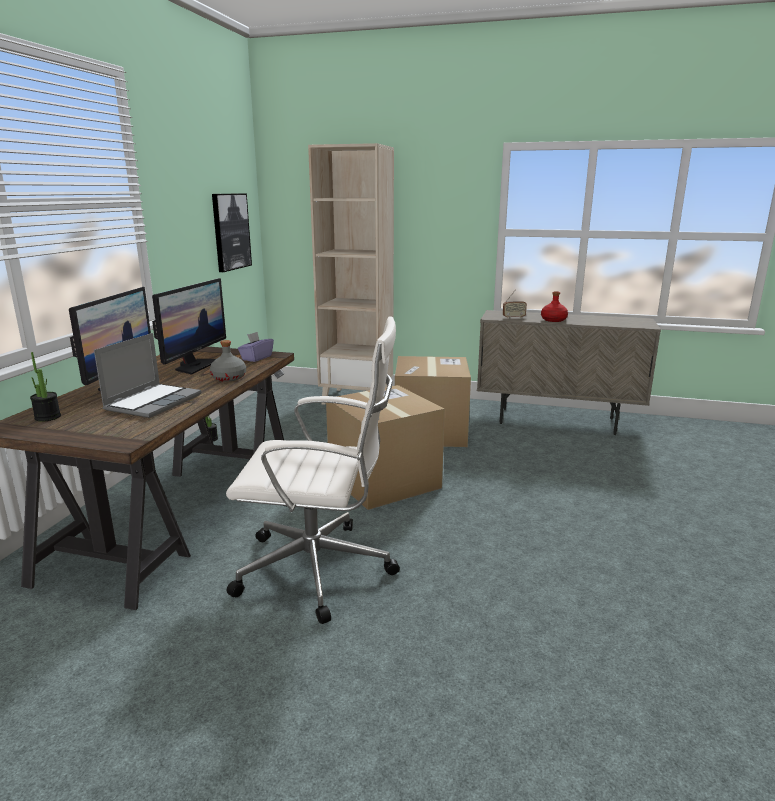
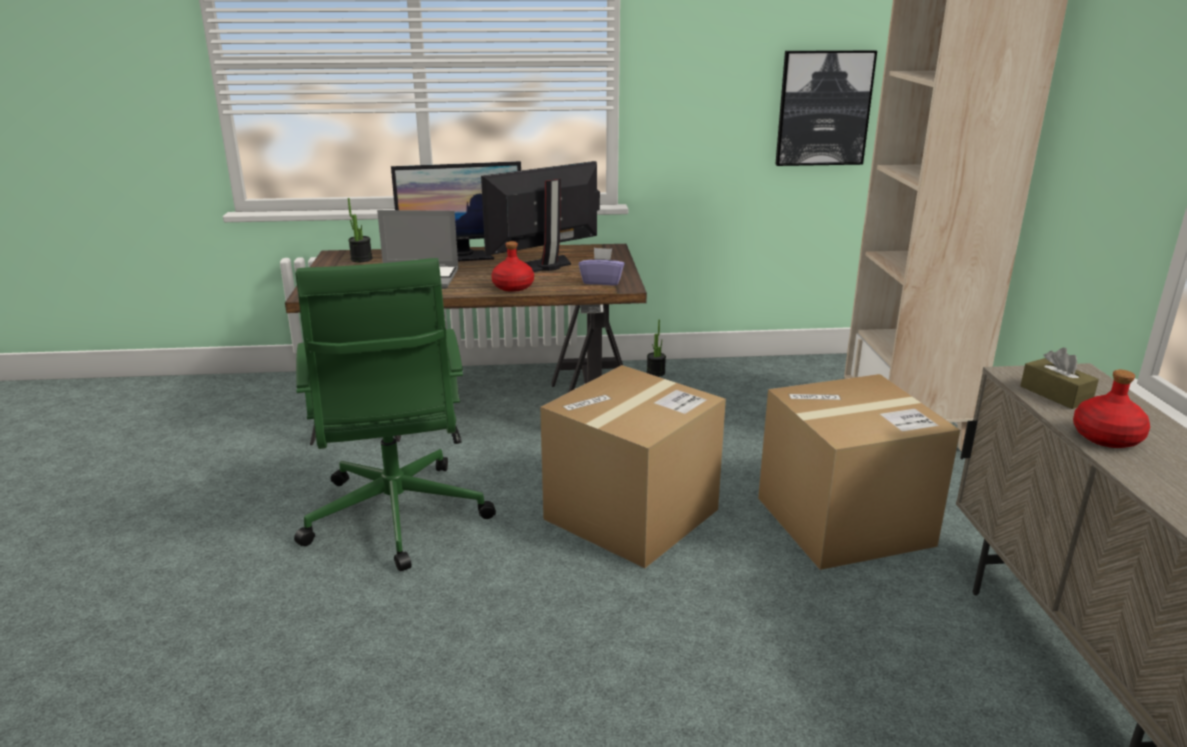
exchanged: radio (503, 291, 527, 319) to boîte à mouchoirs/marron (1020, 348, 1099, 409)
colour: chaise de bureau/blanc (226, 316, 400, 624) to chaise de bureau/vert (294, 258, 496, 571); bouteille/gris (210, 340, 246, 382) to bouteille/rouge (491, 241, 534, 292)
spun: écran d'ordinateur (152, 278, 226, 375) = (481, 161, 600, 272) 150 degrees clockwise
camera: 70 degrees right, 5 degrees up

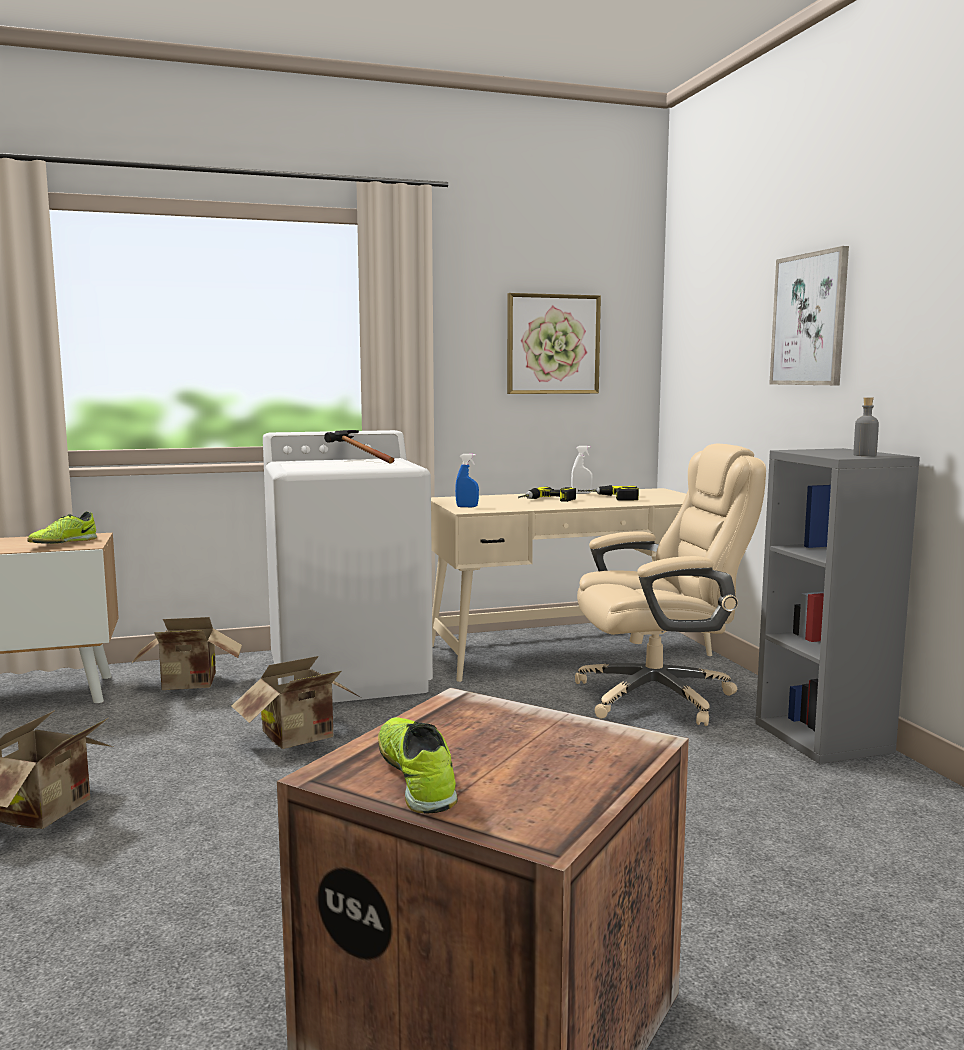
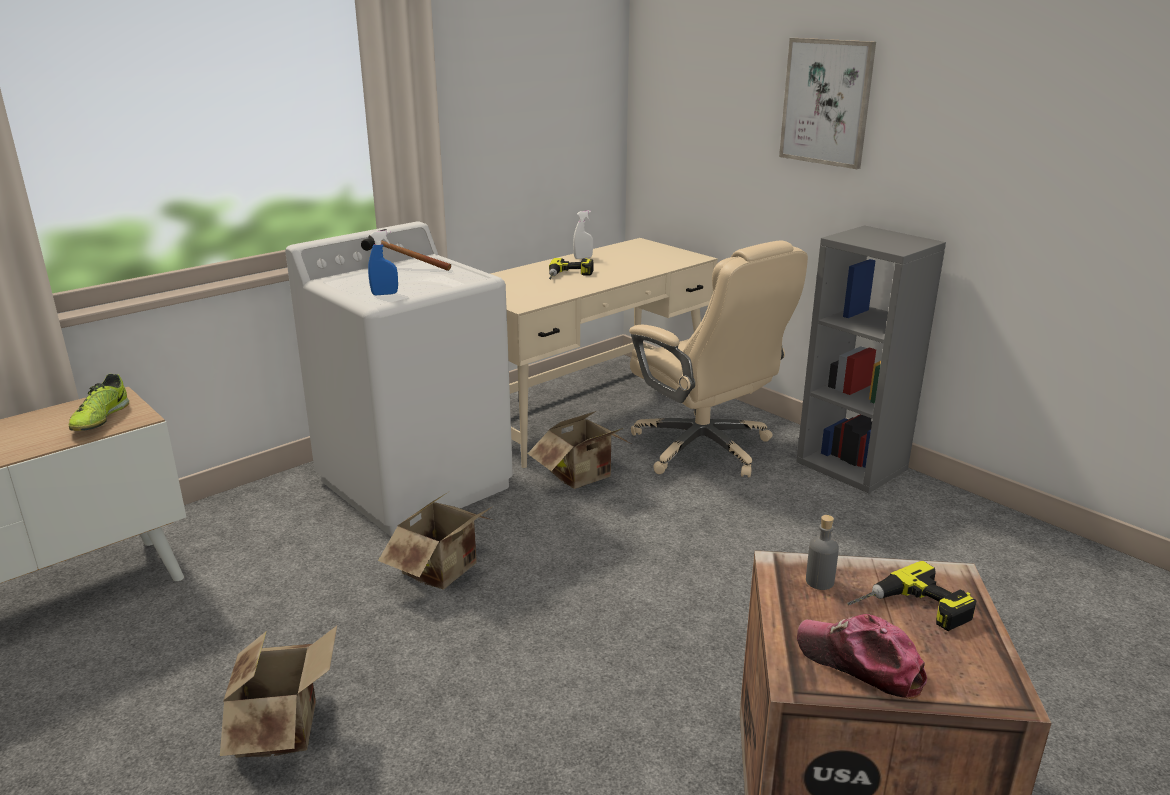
missing: tableau (507, 293, 601, 394)
relocated: vaporisateur/bleu (455, 454, 479, 507) to (368, 230, 398, 295); carton (131, 617, 242, 690) to (527, 411, 633, 489); bouteille/gris (854, 397, 879, 456) to (806, 515, 839, 590); perceuse (578, 485, 639, 501) to (847, 561, 977, 631)
exchanged: chaussure (378, 717, 457, 814) to casquette (797, 614, 927, 699)
spun: chaise de bureau/beige (575, 444, 766, 726) = (629, 240, 808, 477) 90 degrees clockwise
camera: 25 degrees left, 15 degrees up

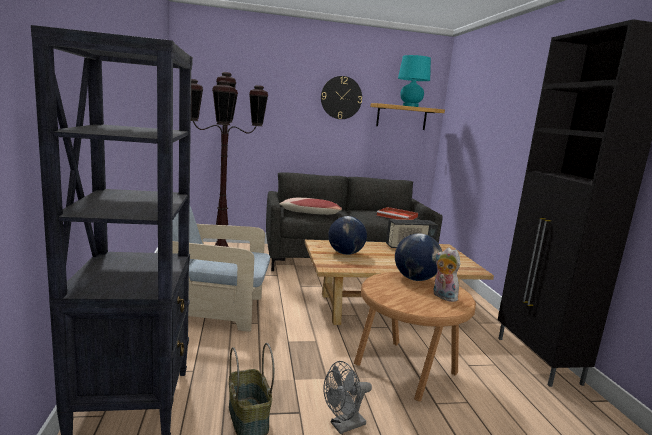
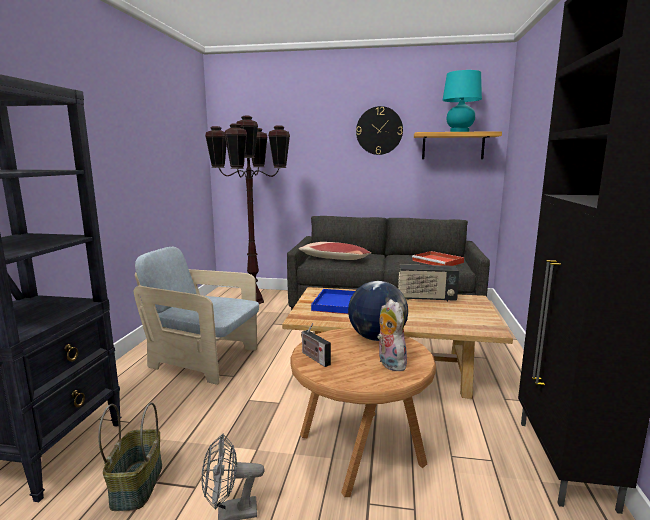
appeared: radio (301, 323, 331, 367)
exchanged: globe (328, 216, 367, 255) to plateau/bleu (311, 289, 355, 314)
camera: 20 degrees right, 0 degrees up

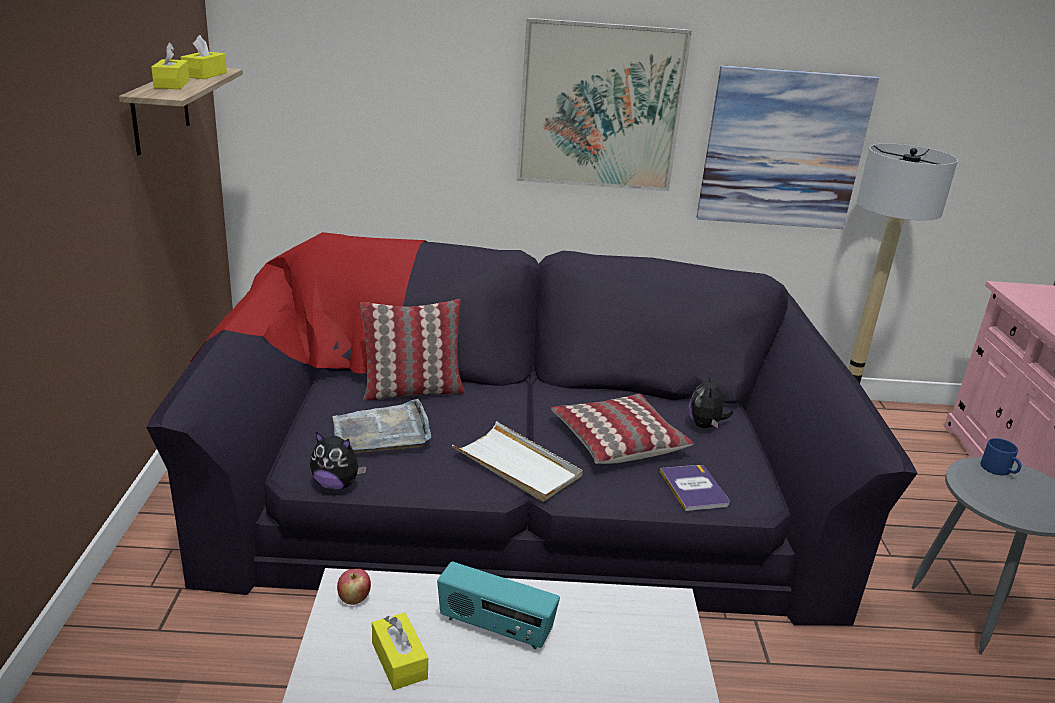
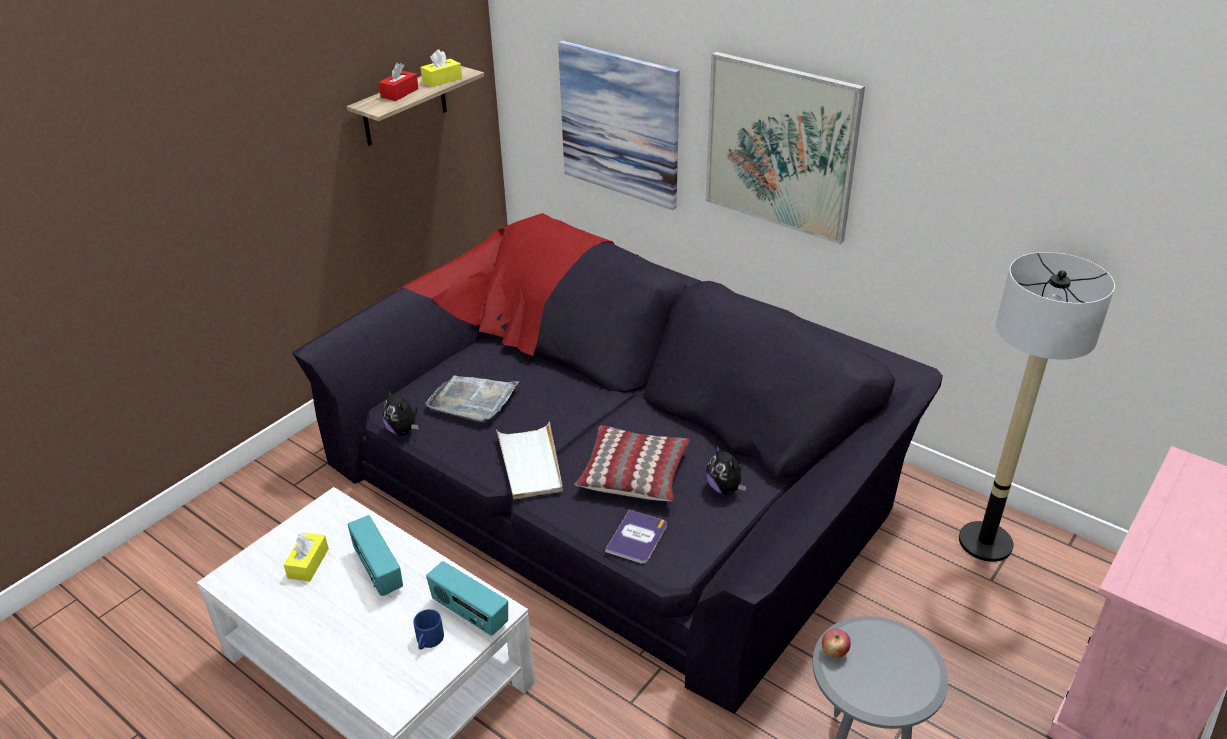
missing: coussin (360, 299, 464, 401)
appeared: radio (426, 561, 508, 636)
relocated: mug/bleu (980, 438, 1021, 475) to (413, 609, 444, 650); tableau (697, 65, 879, 229) to (558, 41, 680, 210); pomme (337, 569, 371, 605) to (822, 629, 851, 658)
colour: boîte à mouchoirs/jaune (151, 42, 190, 89) to boîte à mouchoirs/rouge (378, 63, 419, 101)
spun: peluche (689, 374, 733, 428) = (706, 444, 746, 495) 75 degrees counterclockwise
camera: 40 degrees right, 10 degrees up

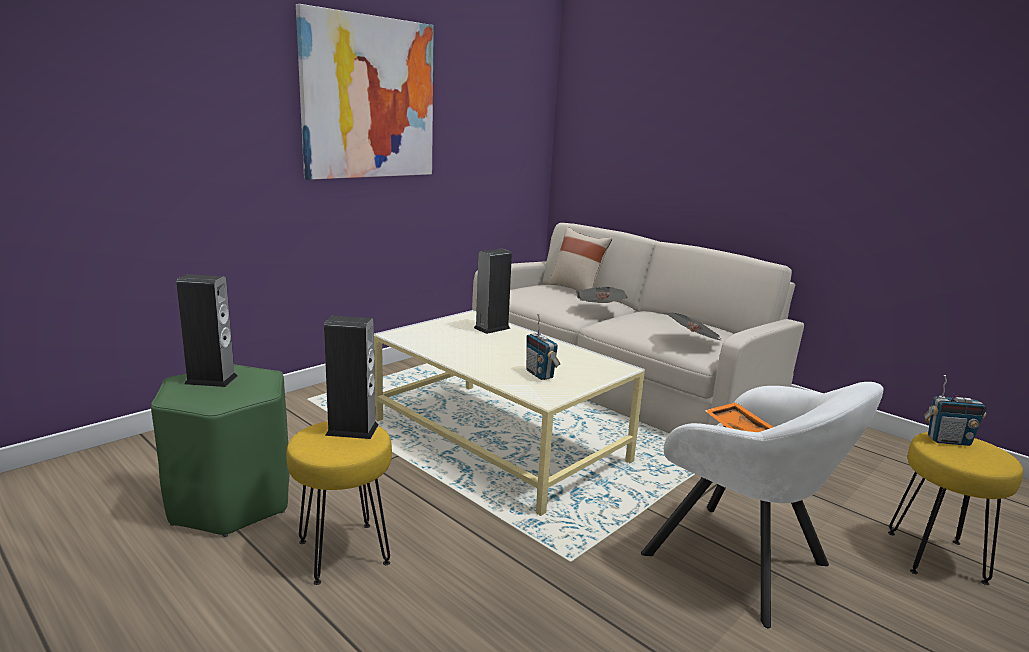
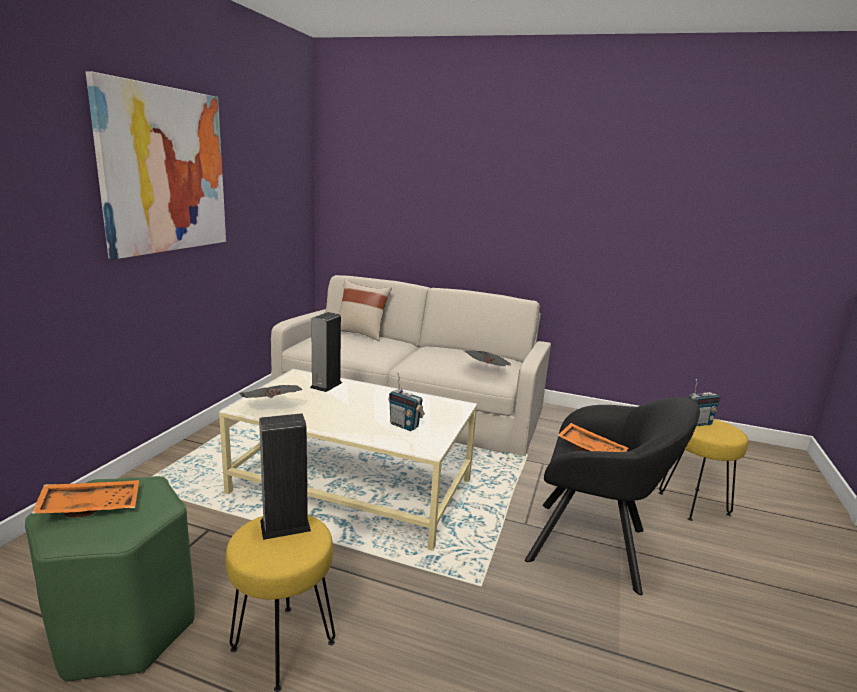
relocated: journal (576, 287, 628, 303) to (240, 385, 303, 398)
exchanged: enceinte (176, 274, 238, 387) to plateau/orange (32, 480, 139, 517)
colour: fauteuil/blanc (641, 382, 884, 629) to fauteuil/noir (525, 397, 700, 595)
camera: 25 degrees left, 0 degrees up

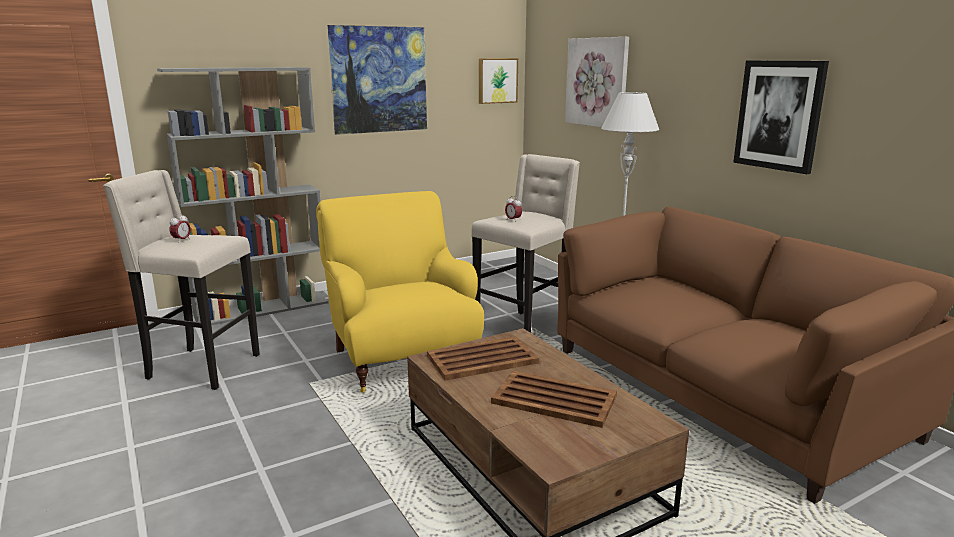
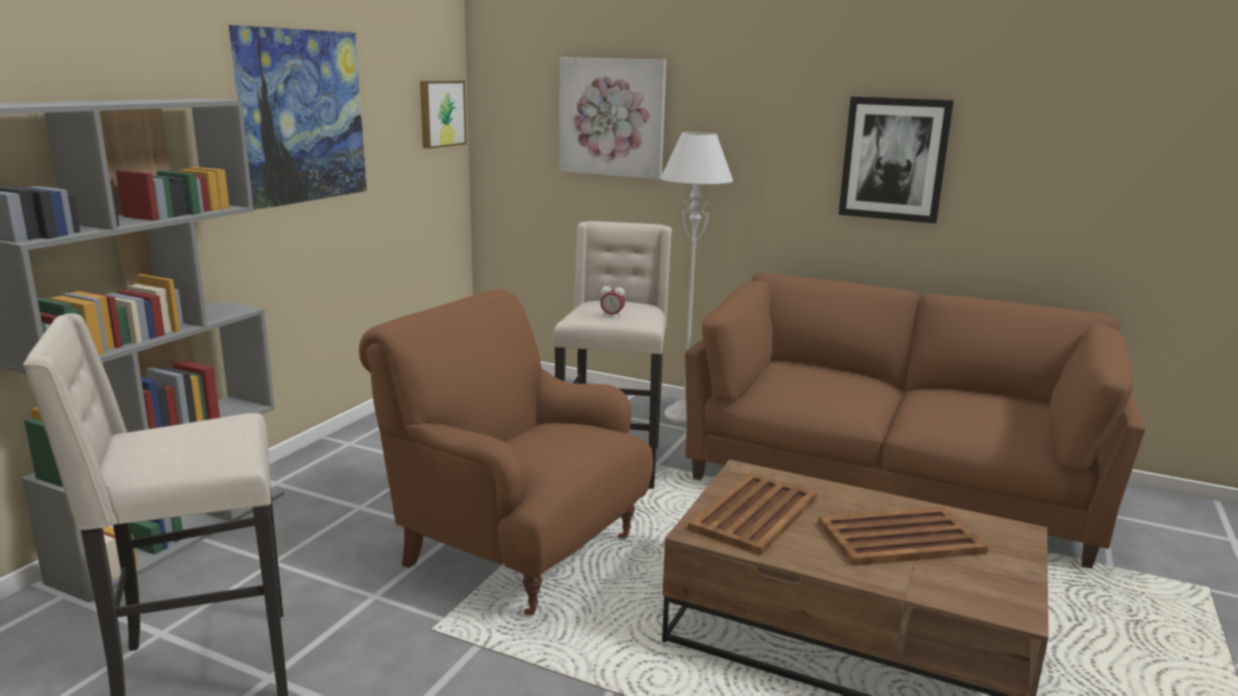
missing: réveil (170, 213, 191, 243)
colour: fauteuil/jaune (316, 191, 484, 393) to fauteuil/marron (359, 289, 653, 615)
camera: 35 degrees left, 0 degrees up

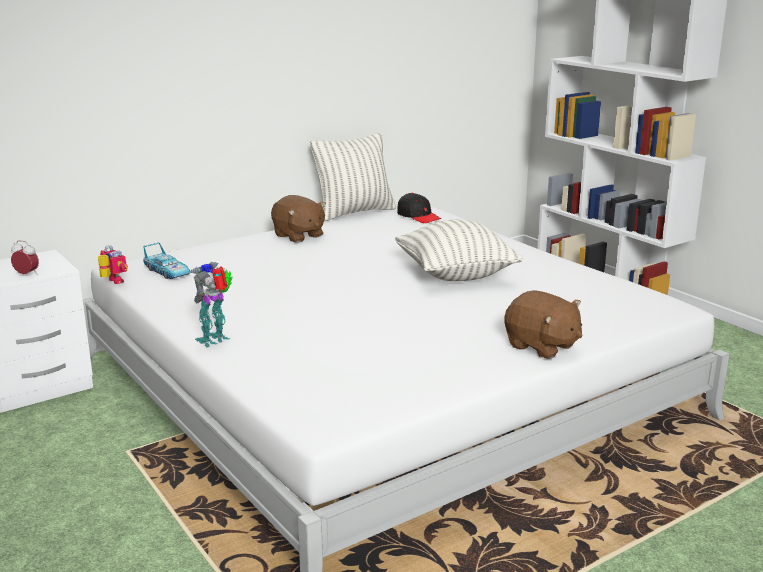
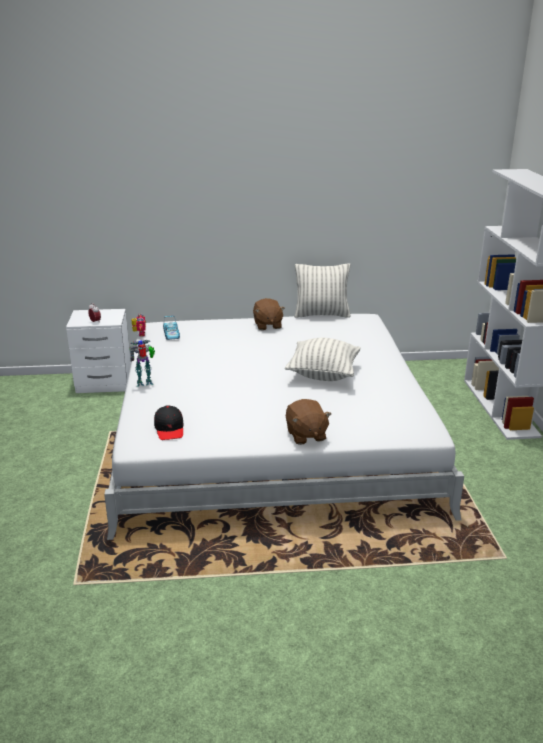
relocated: casquette/noir (397, 193, 441, 223) to (154, 405, 184, 440)
camera: 30 degrees right, 5 degrees up

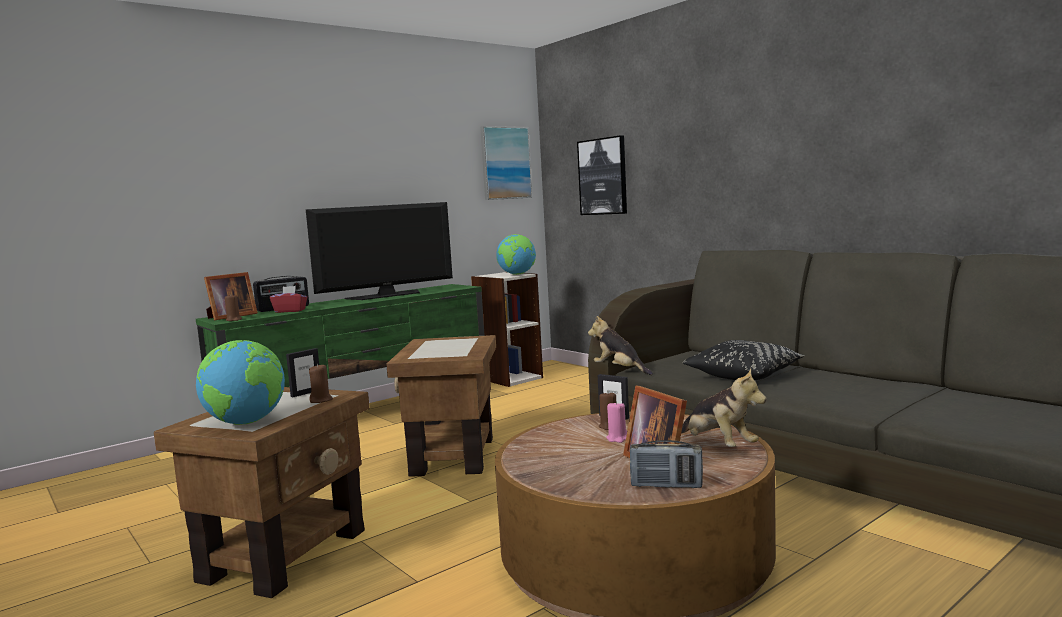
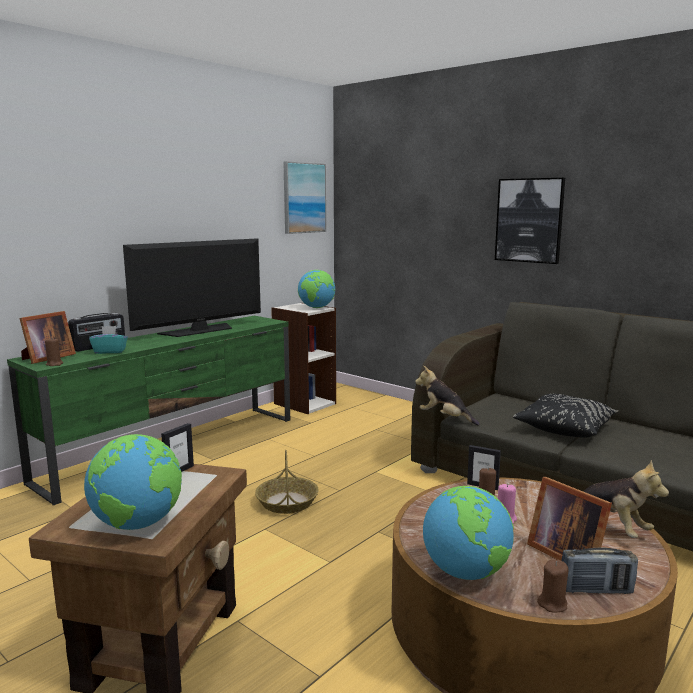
appeared: globe (423, 486, 514, 580)
relocated: tableau (577, 135, 627, 215) to (495, 178, 565, 264); bougie/marron (309, 364, 333, 403) to (537, 559, 569, 613)
exchanged: table d'appoint/marron (387, 335, 496, 477) to panier (255, 450, 319, 514)
colour: boîte à mouchoirs/rouge (270, 286, 308, 313) to boîte à mouchoirs/turquoise (89, 326, 128, 354)
camera: 10 degrees left, 5 degrees up

